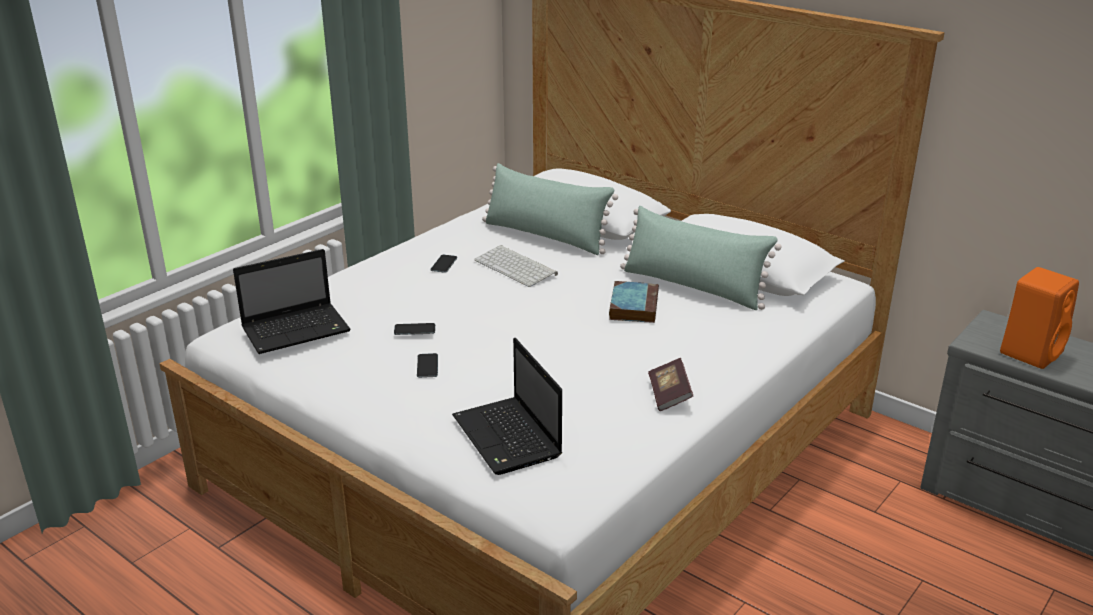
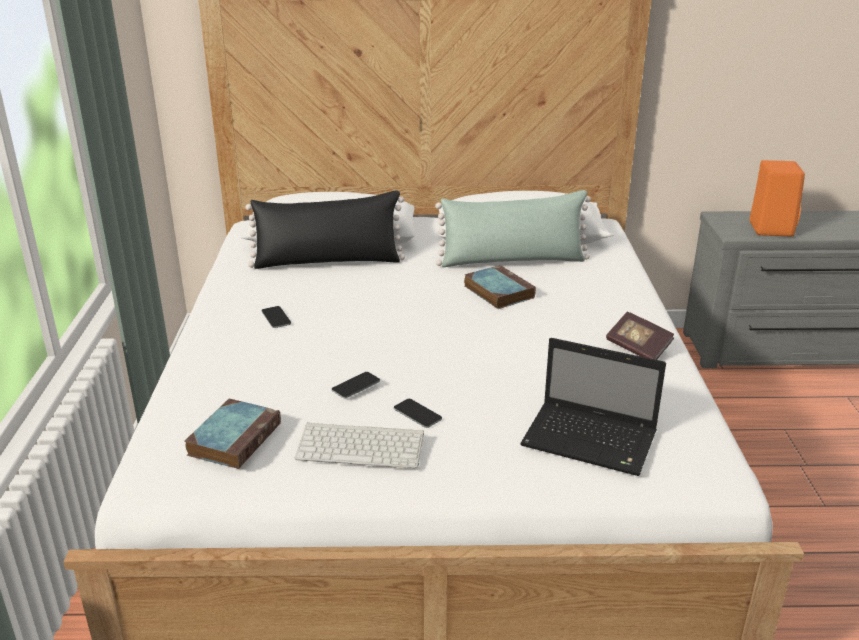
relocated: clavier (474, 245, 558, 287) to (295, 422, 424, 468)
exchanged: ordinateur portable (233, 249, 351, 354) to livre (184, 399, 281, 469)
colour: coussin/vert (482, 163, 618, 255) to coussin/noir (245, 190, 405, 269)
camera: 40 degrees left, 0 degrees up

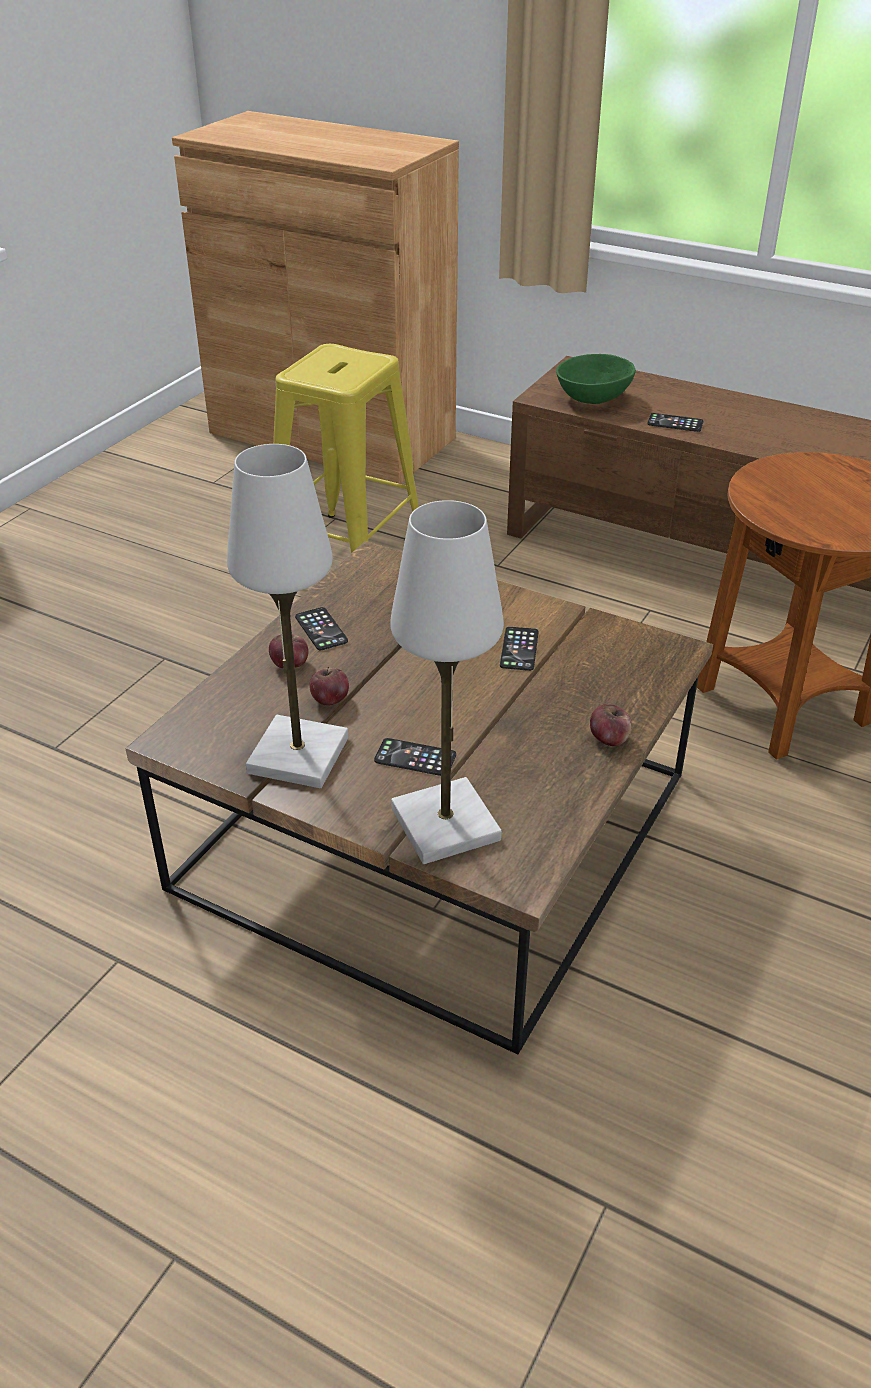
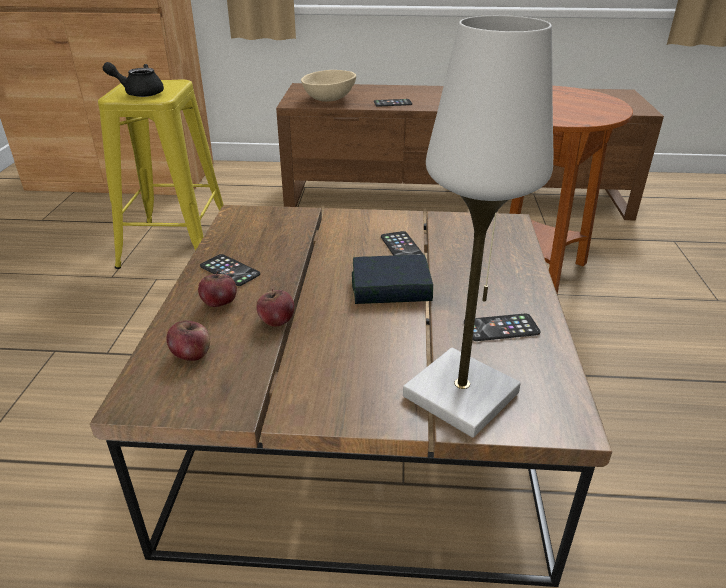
missing: lampe de table/blanc (227, 444, 348, 789)
appeared: théière/noir (103, 62, 164, 97); livre (352, 255, 433, 304)
relocated: pomme (590, 704, 632, 746) to (167, 321, 210, 361); téléphone (374, 738, 456, 776) to (464, 314, 541, 341)
colour: bol/vert (556, 354, 636, 404) to bol/beige (301, 70, 356, 102)
camera: 25 degrees left, 5 degrees down

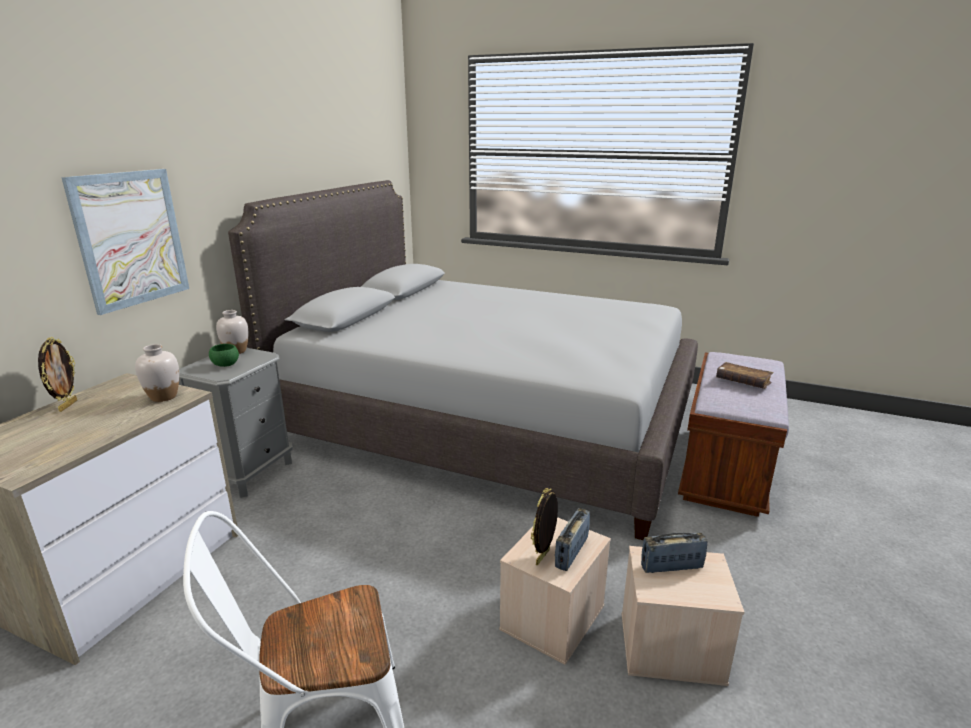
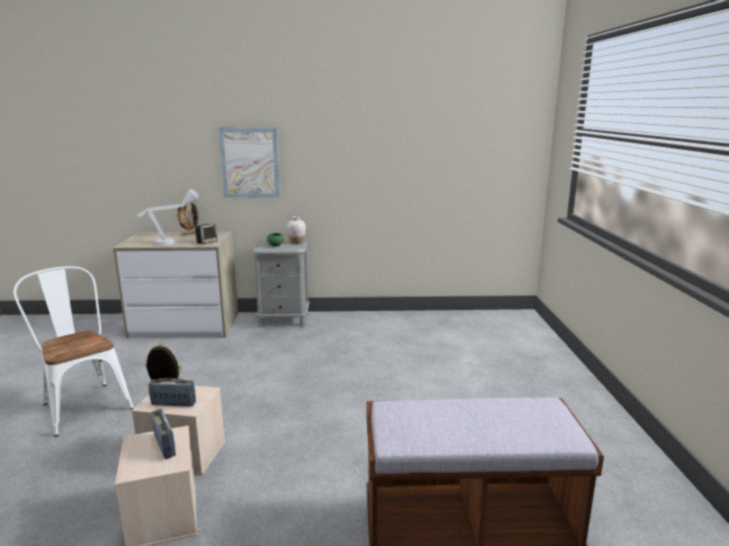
missing: lit/gris (228, 180, 698, 540); livre/marron (716, 362, 774, 389)
appeared: lampe de table/gris (137, 189, 200, 245)
exchanged: vase/blanc (135, 344, 179, 402) to enceinte (195, 224, 218, 244)
camera: 65 degrees right, 5 degrees down

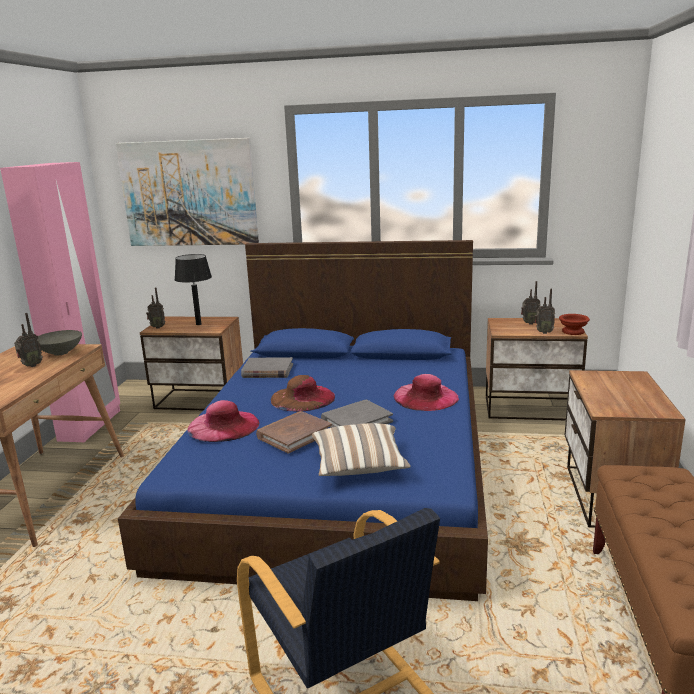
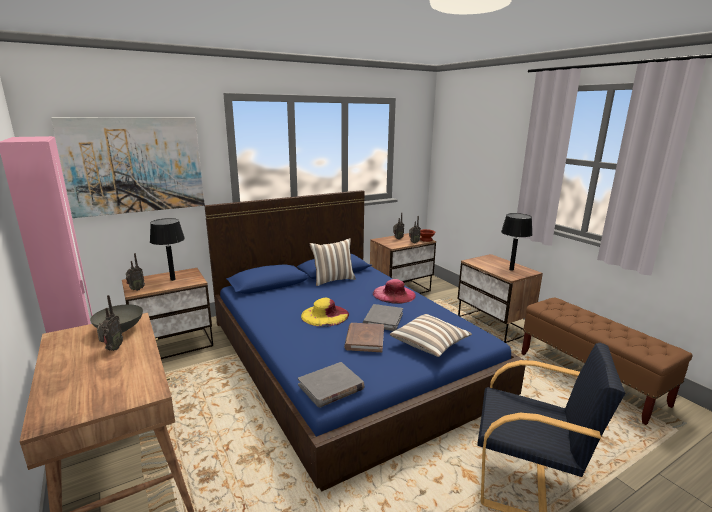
missing: chapeau/rose (187, 400, 259, 442)
appeared: coussin (310, 238, 356, 286); lampe de table/noir (501, 213, 533, 271)
relocated: livre/gris (241, 357, 293, 378) to (298, 362, 365, 407)
colour: chapeau/marron (271, 375, 335, 412) to chapeau/jaune (301, 298, 349, 327)
camera: 40 degrees left, 0 degrees up

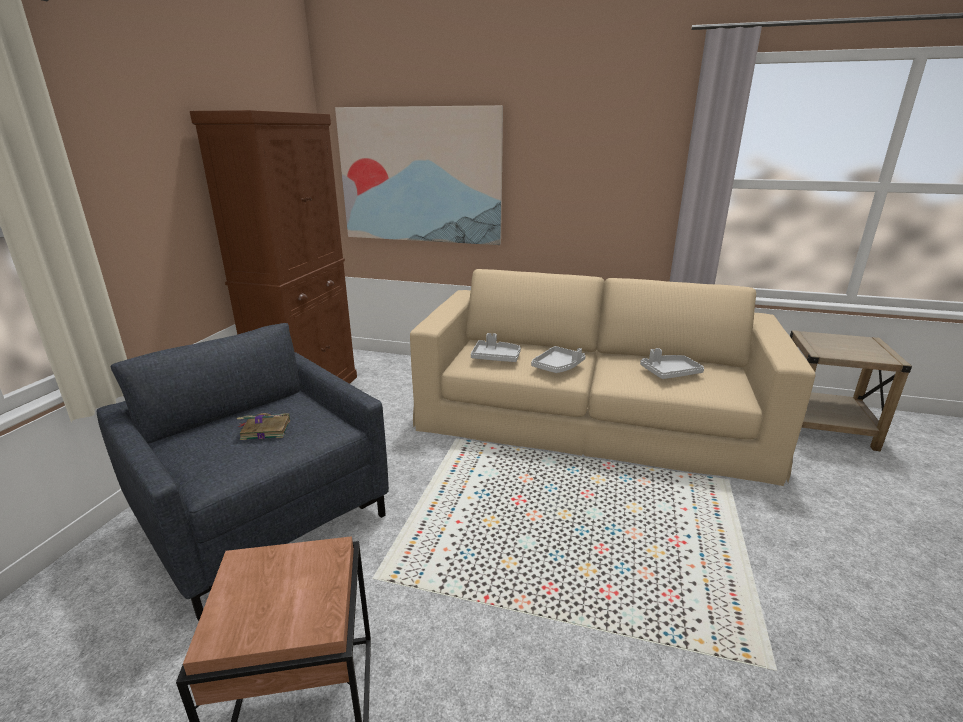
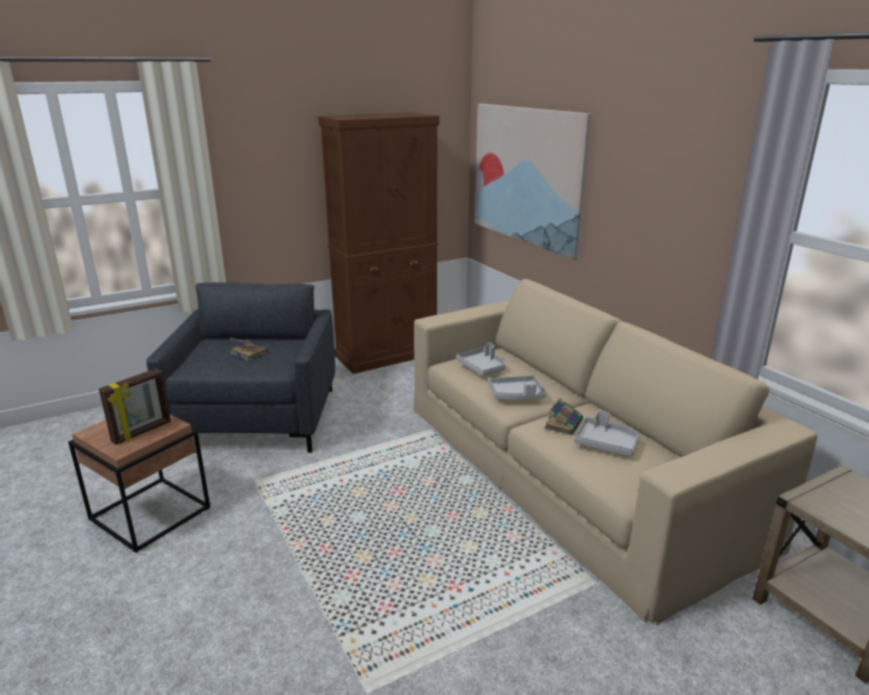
appeared: cadre photo (99, 368, 171, 445); livre (544, 398, 583, 435)
camera: 45 degrees right, 0 degrees up

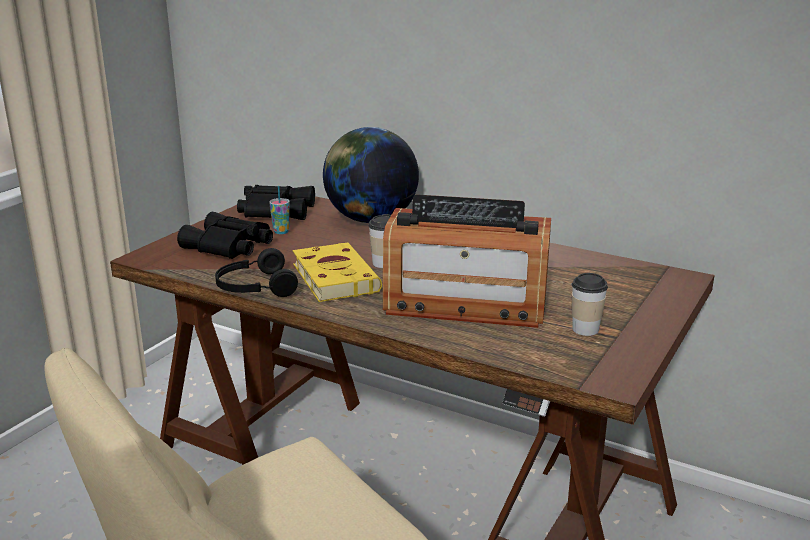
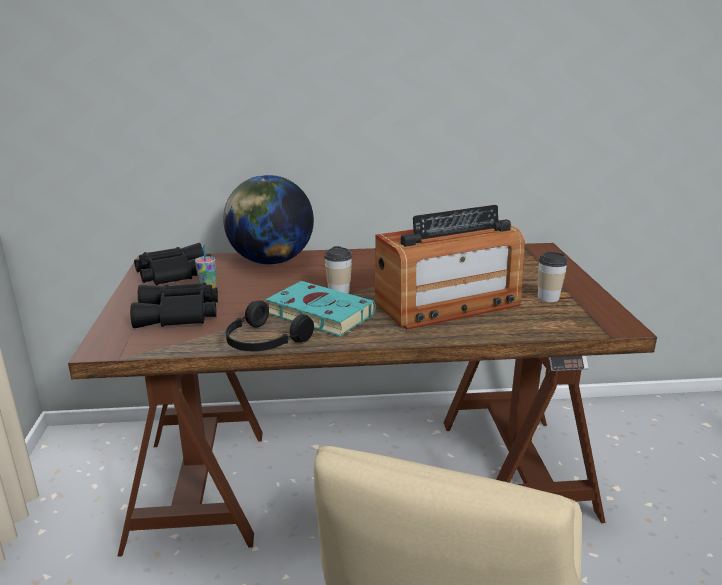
colour: livre/jaune (293, 243, 382, 302) to livre/turquoise (265, 281, 375, 337)
camera: 35 degrees left, 0 degrees up

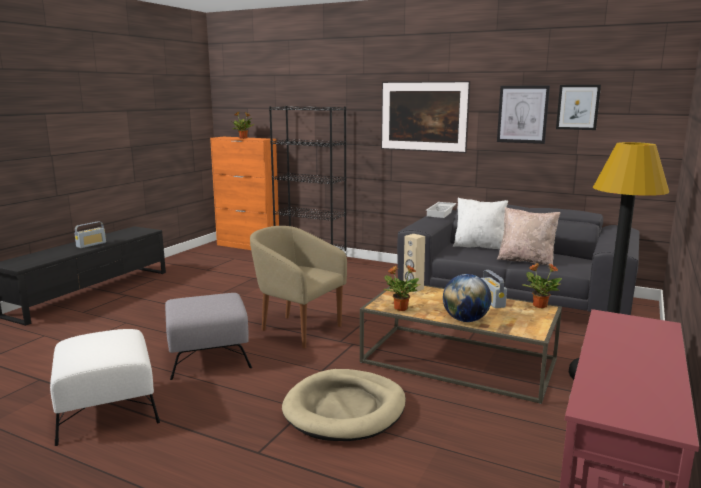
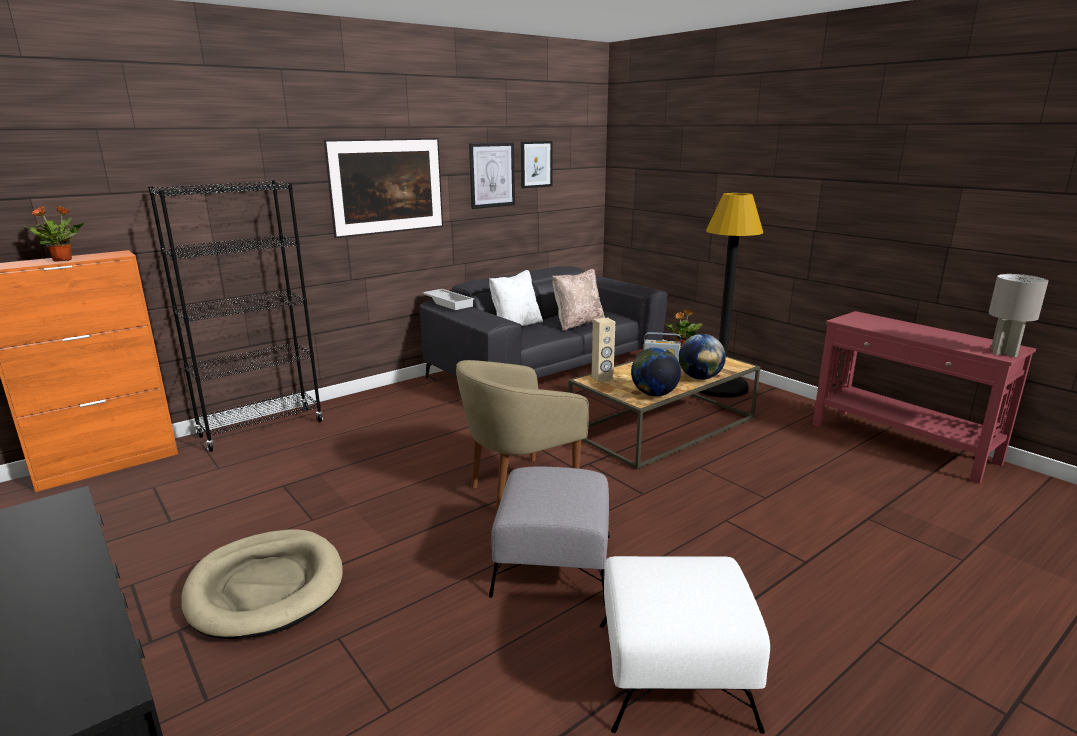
missing: radio (74, 221, 106, 248)
appeared: lampe de table/gris (989, 274, 1048, 357)
relocated: panier pour chien/beige (282, 369, 406, 441) to (181, 530, 343, 639)
exchanged: plante en pot (383, 265, 420, 311) to globe (631, 347, 681, 396)
camera: 65 degrees left, 5 degrees up

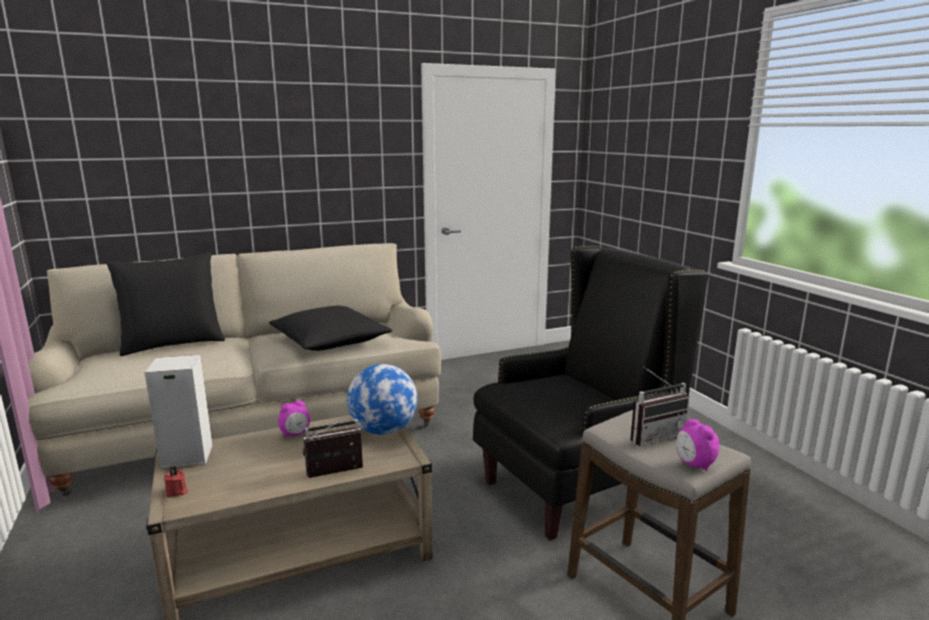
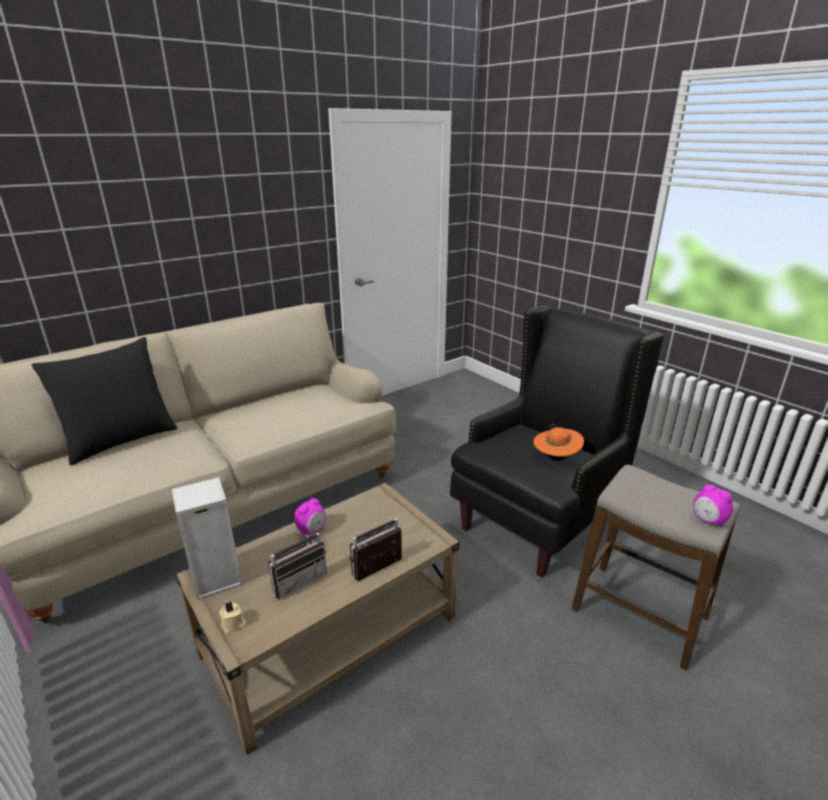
missing: coussin/noir (269, 306, 392, 351); globe (347, 364, 417, 435)
appeared: chapeau/orange (534, 424, 584, 461)
relocated: radio (631, 366, 689, 446) to (268, 524, 327, 600)
colour: bougie/rouge (164, 466, 188, 497) to bougie/beige (219, 602, 246, 633)
camera: 15 degrees left, 10 degrees up

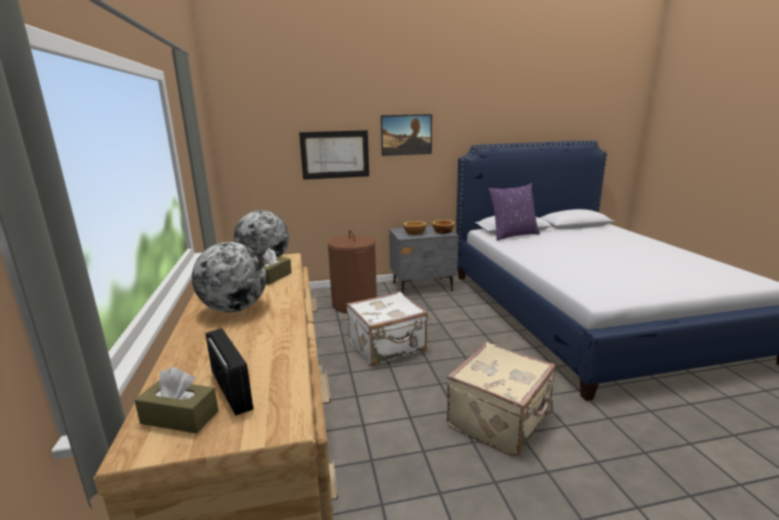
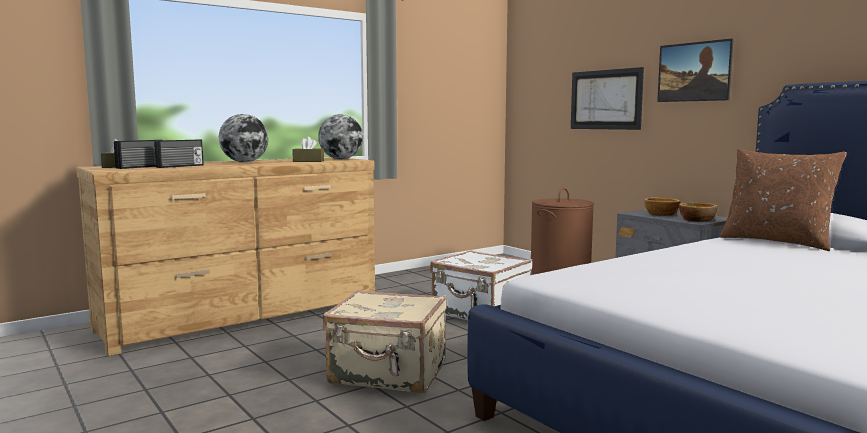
appeared: radio (154, 139, 204, 168)
colour: coussin/violet (489, 184, 540, 241) to coussin/marron (720, 149, 847, 251)
camera: 65 degrees right, 10 degrees down

